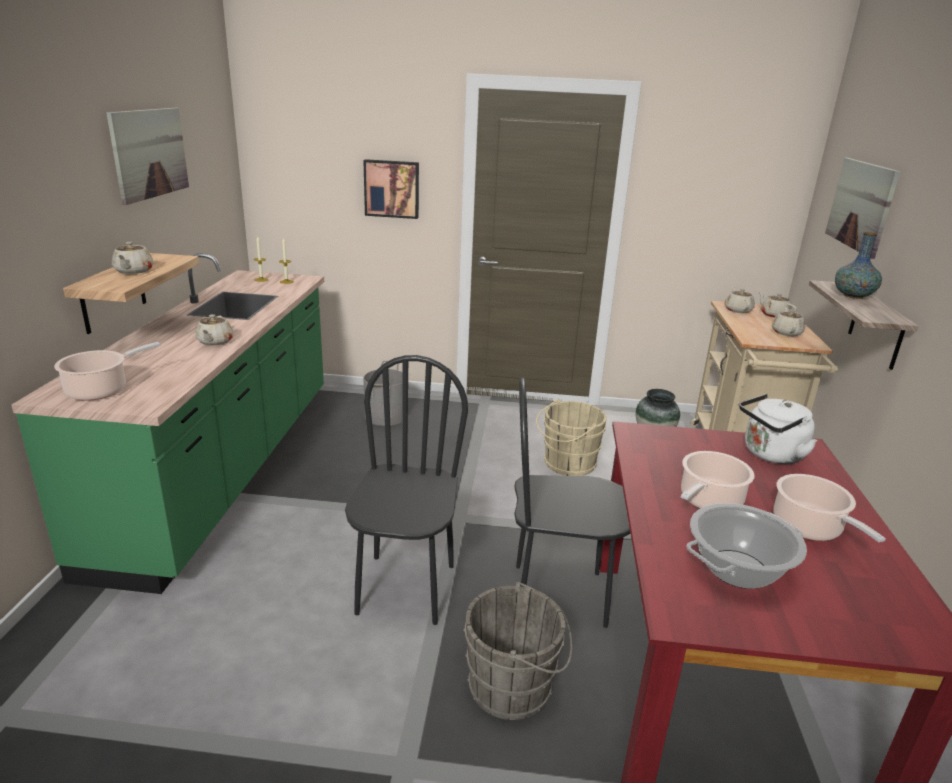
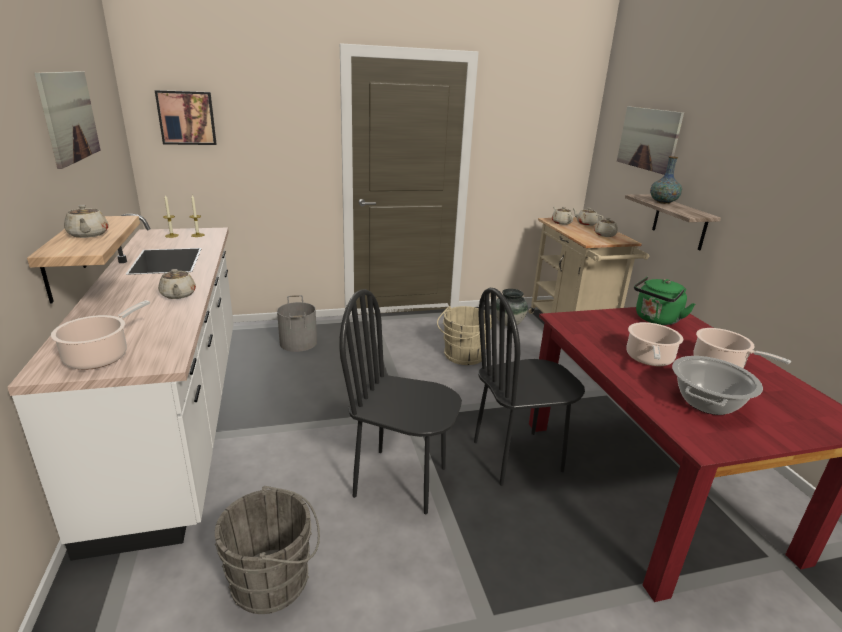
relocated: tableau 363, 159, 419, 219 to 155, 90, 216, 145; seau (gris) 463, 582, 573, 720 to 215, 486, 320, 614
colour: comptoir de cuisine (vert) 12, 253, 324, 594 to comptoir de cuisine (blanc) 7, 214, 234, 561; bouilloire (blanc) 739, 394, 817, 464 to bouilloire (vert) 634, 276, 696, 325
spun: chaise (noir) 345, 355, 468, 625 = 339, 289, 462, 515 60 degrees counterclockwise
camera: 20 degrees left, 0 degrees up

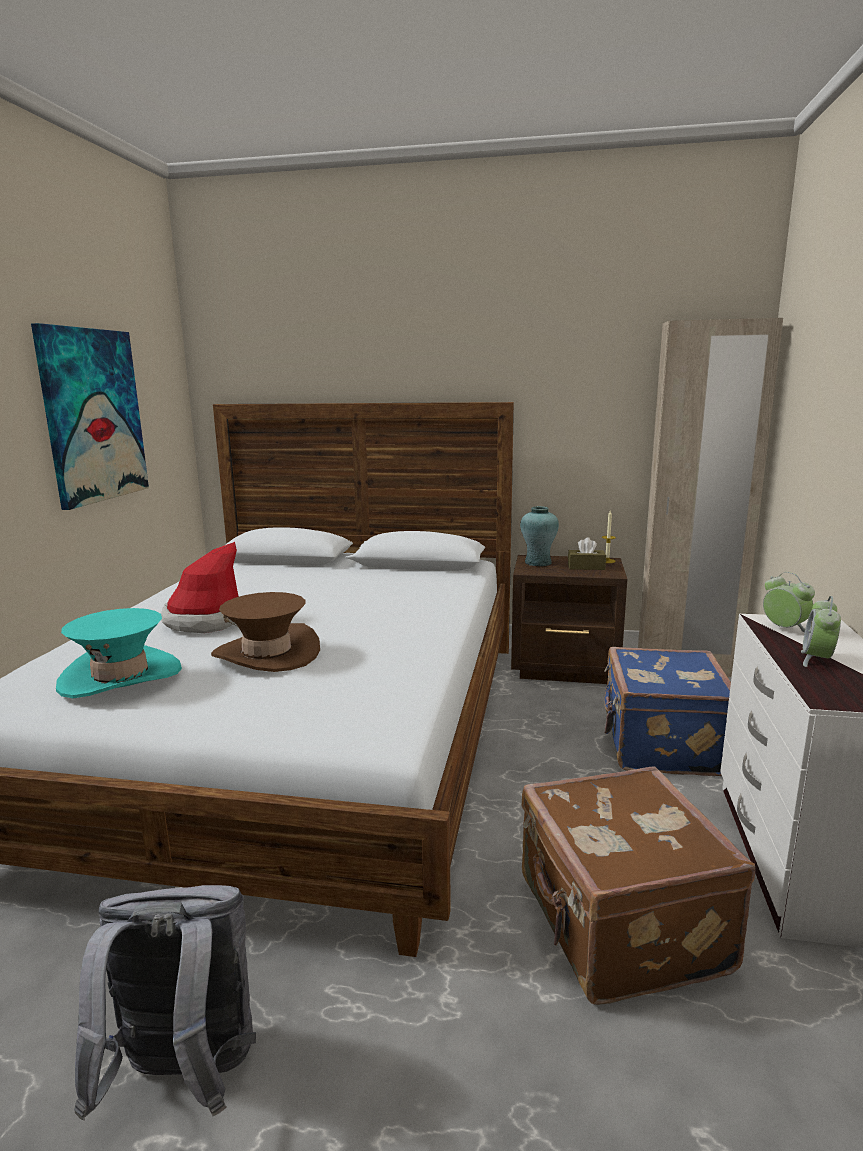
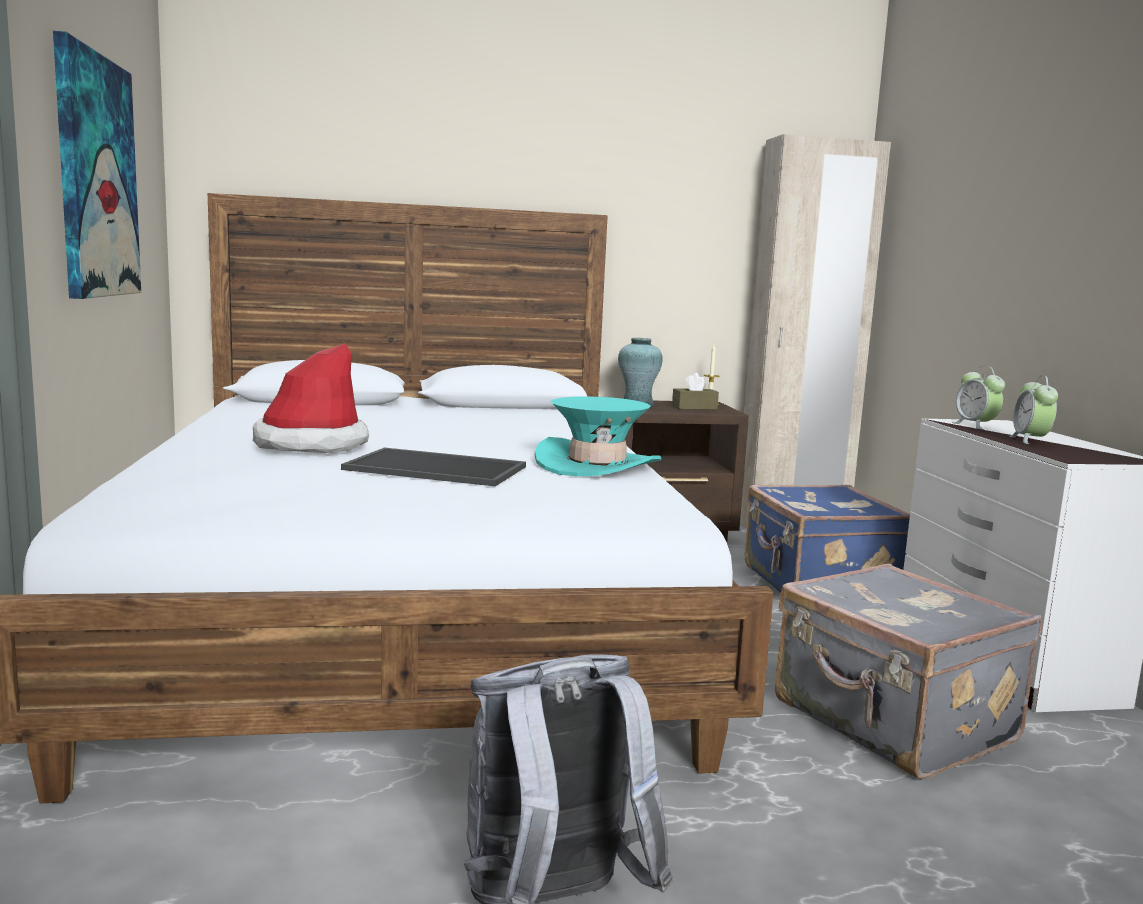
relocated: chapeau (turquoise) 56, 608, 182, 698 to 534, 396, 661, 476
exchanged: chapeau (marron) 211, 592, 320, 672 to plateau 341, 448, 526, 486
colour: valise (marron) 522, 766, 755, 1005 to valise (gris) 775, 564, 1042, 779
spun: réveil 763, 572, 815, 632 = 952, 366, 1005, 430 150 degrees counterclockwise
camera: 20 degrees left, 5 degrees down

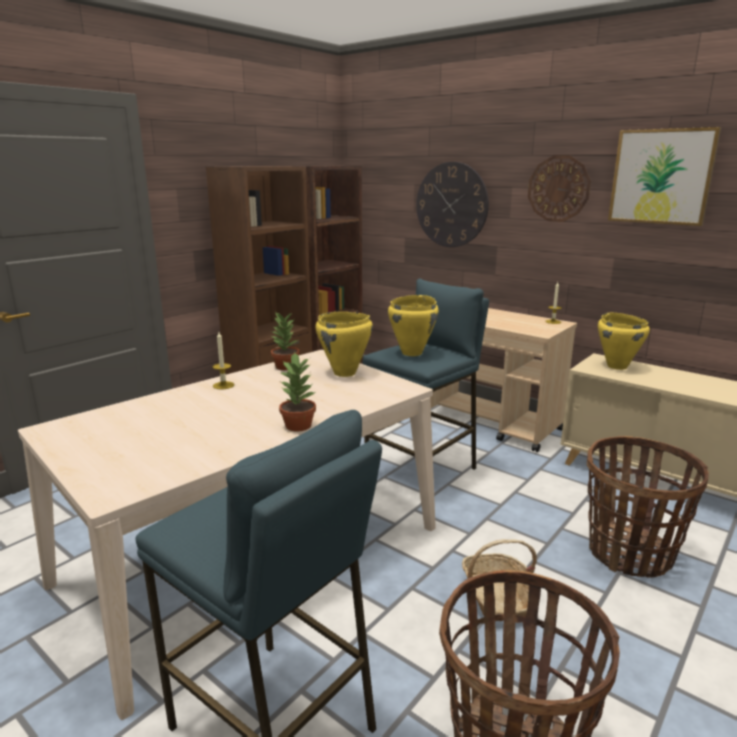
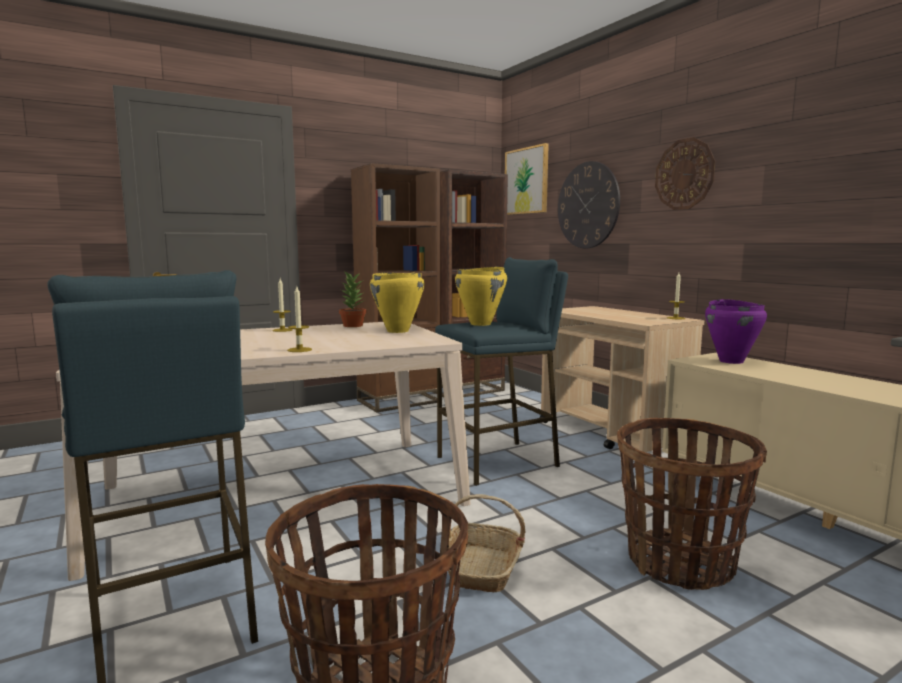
relocated: tableau 608, 127, 721, 226 to 505, 143, 549, 215
exchanged: plante en pot 279, 352, 316, 431 to bougie 287, 287, 312, 352
colour: marmite (jaune) 598, 313, 650, 370 to marmite (violet) 705, 299, 767, 364
camera: 20 degrees right, 10 degrees down

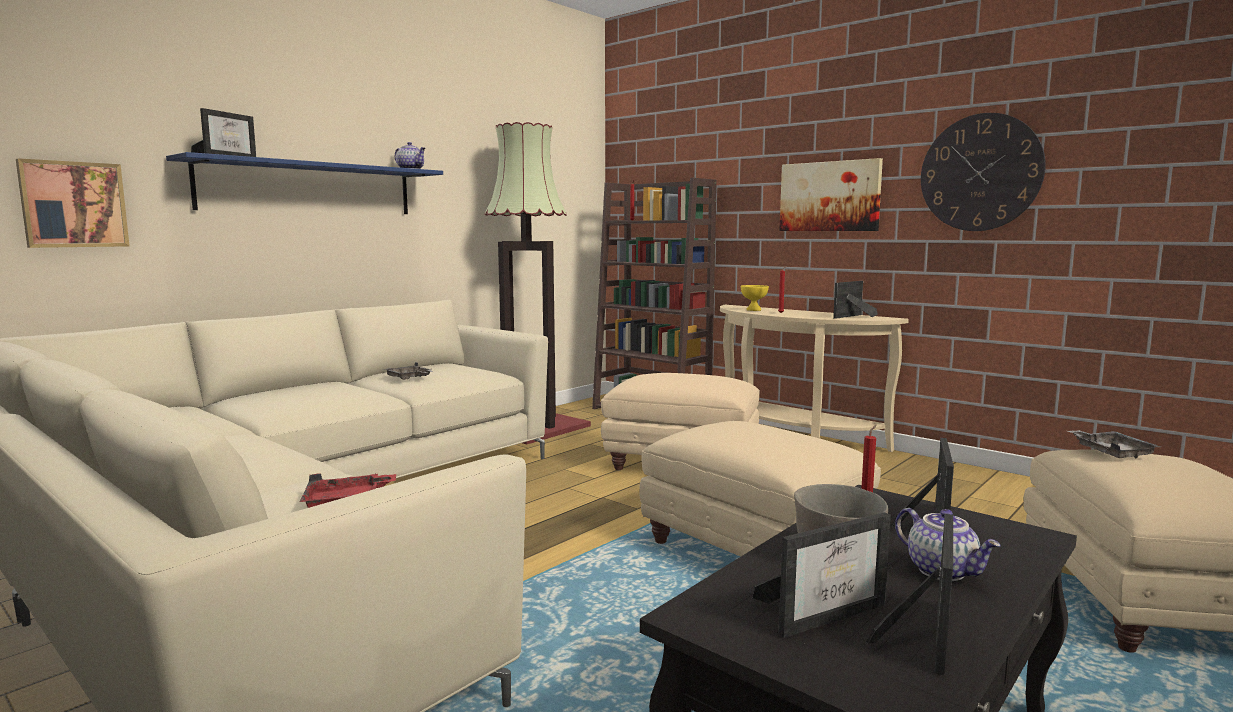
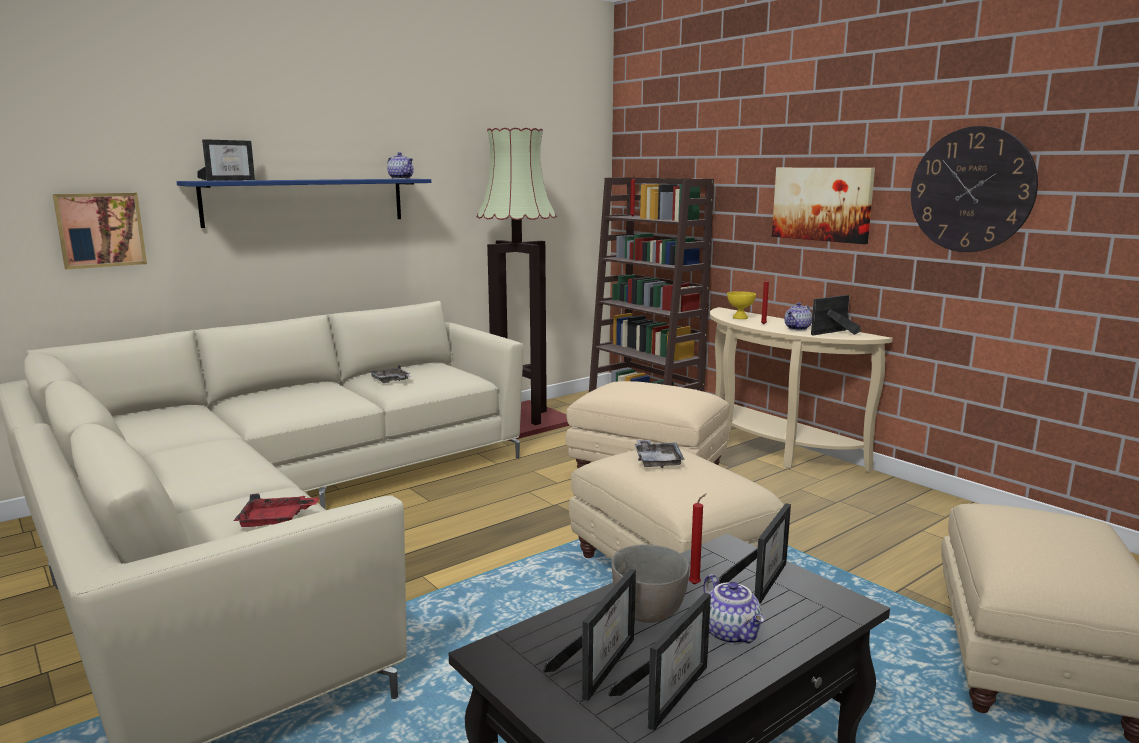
appeared: théière 784, 303, 812, 330
relocated: plateau (gris) 1067, 430, 1160, 459 to 635, 440, 685, 468
spun: cadre photo 752, 512, 891, 638 = 543, 569, 636, 701 45 degrees counterclockwise
camera: 10 degrees right, 5 degrees up

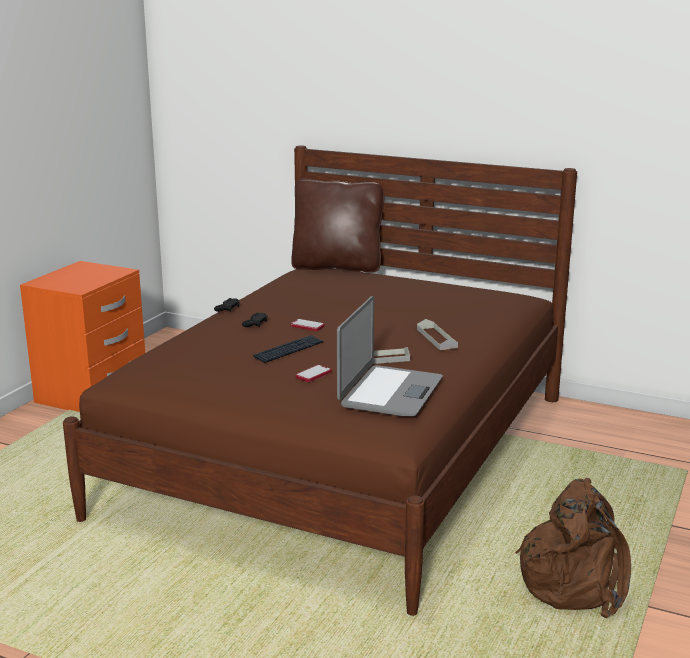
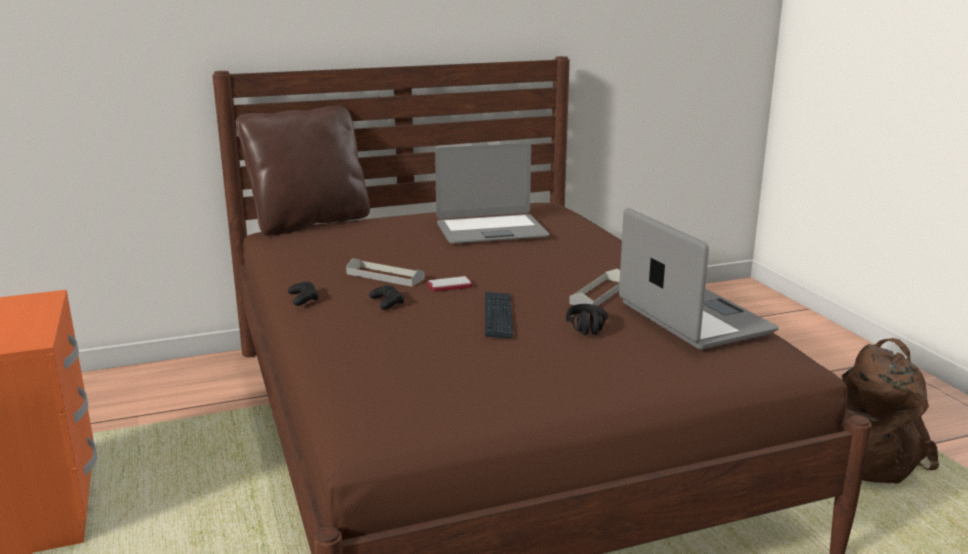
appeared: ordinateur portable 435, 143, 550, 244
relocated: plateau (gris) 417, 319, 458, 350 to 346, 258, 425, 287
exchanged: téléphone 296, 365, 331, 382 to casque audio (noir) 566, 304, 607, 335
camera: 45 degrees left, 0 degrees up

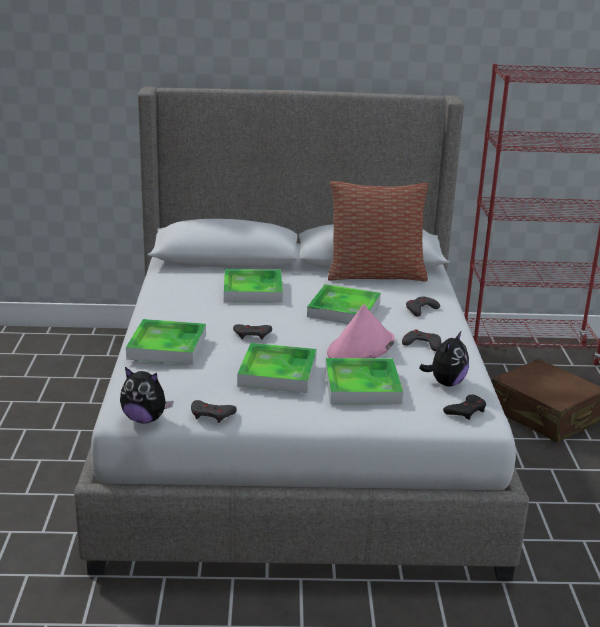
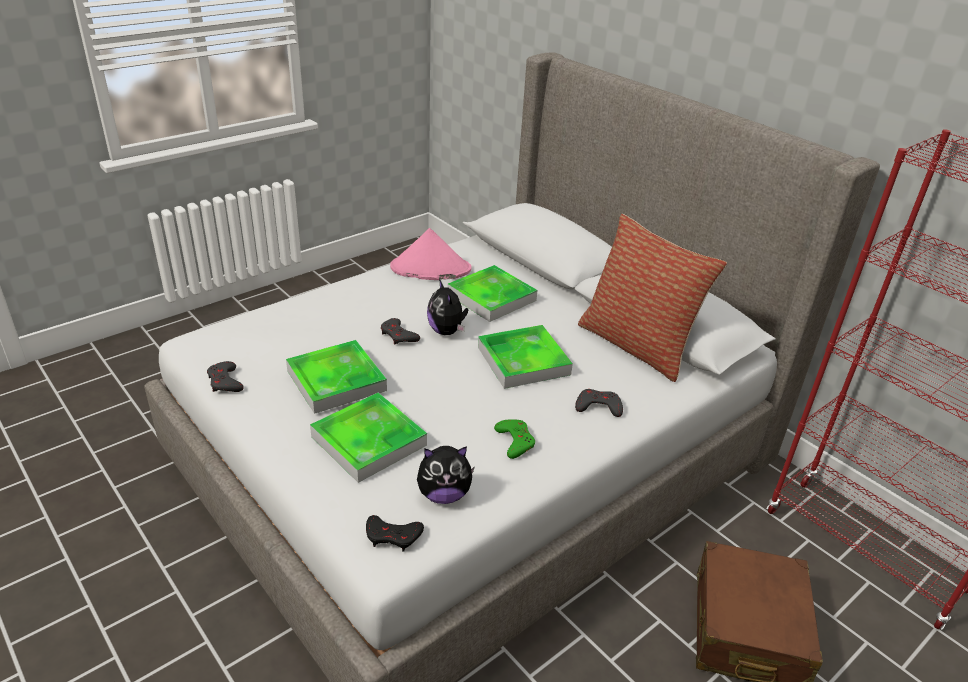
missing: plateau 126, 319, 206, 365
relocated: peluche 120, 367, 173, 424 to 427, 279, 468, 335; chapeau (rose) 327, 304, 395, 358 to 390, 228, 472, 280
colour: manette (gris) 402, 329, 441, 351 to manette (vert) 494, 419, 535, 459
camera: 50 degrees right, 10 degrees up

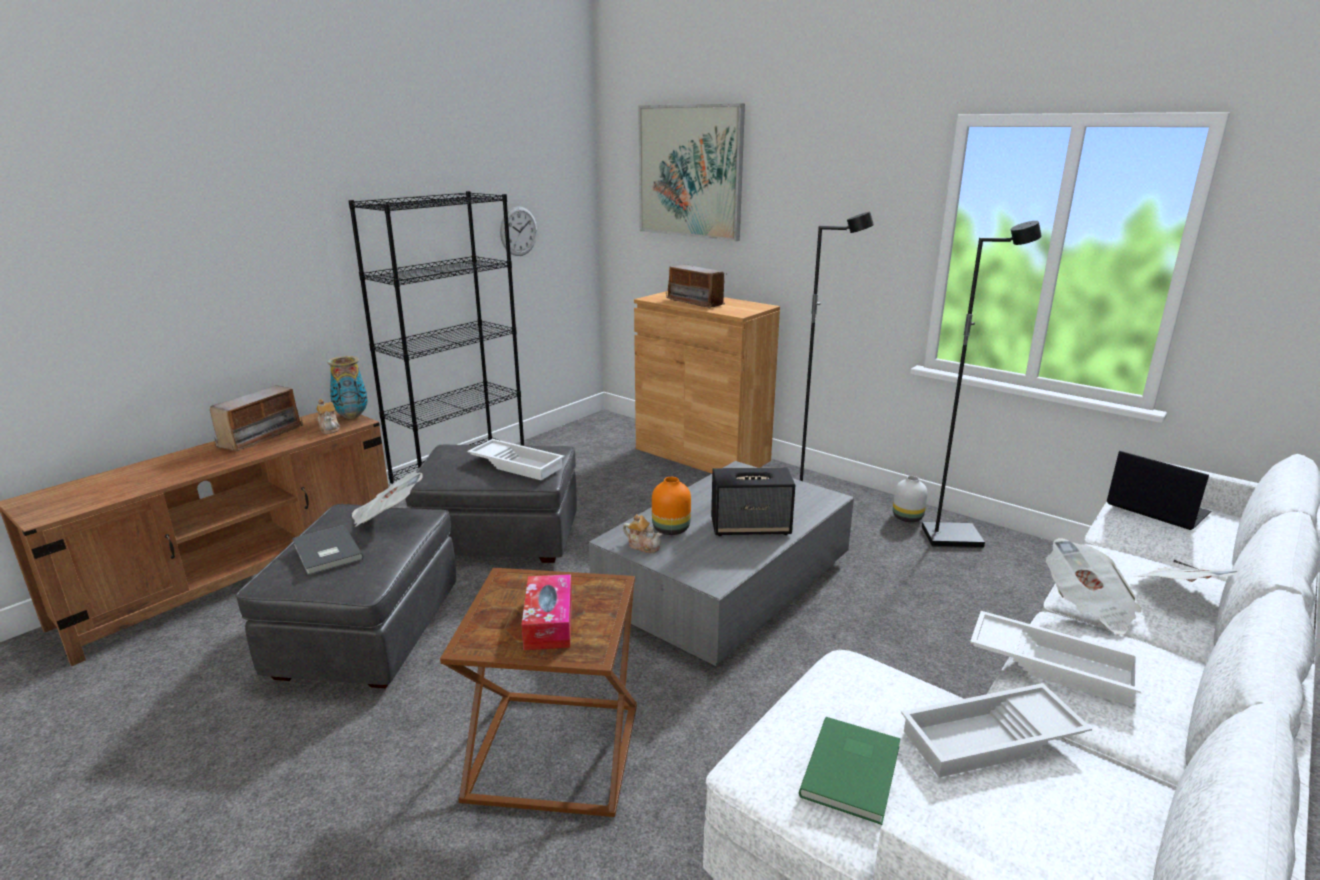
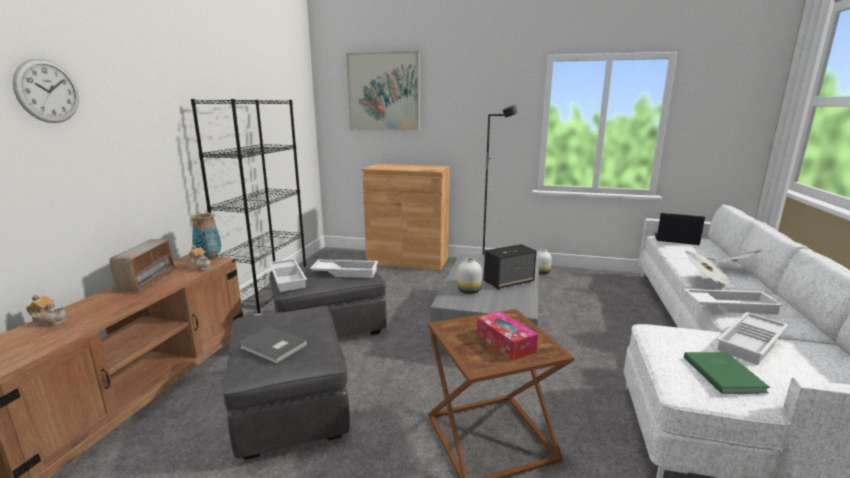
missing: journal 352, 471, 423, 527; radio 666, 264, 727, 308; lampadaire (noir) 922, 221, 1042, 548
appeared: plateau (blanc) 269, 259, 307, 292
relocated: horloge murale 500, 206, 537, 256 to 13, 59, 79, 123; théière 623, 514, 662, 553 to 26, 294, 67, 327
colour: vase (orange) 652, 477, 691, 535 to vase (blanc) 457, 258, 482, 294
camera: 25 degrees left, 5 degrees down

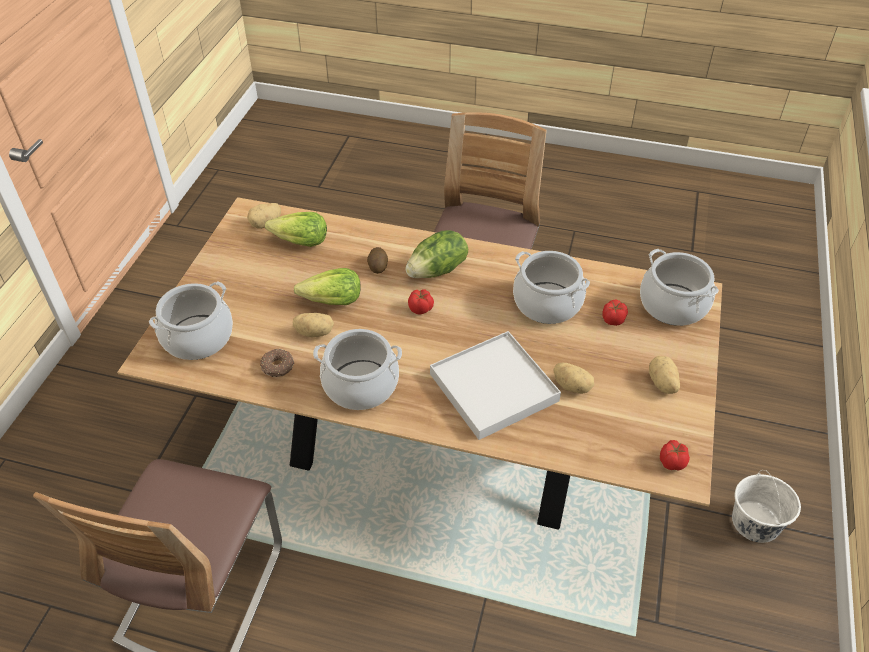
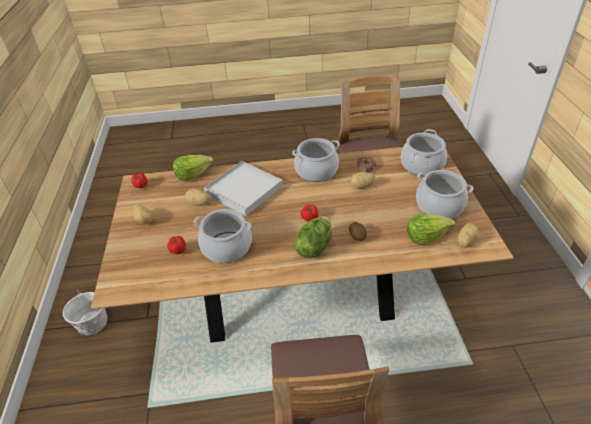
relocated: laitue 294, 268, 361, 305 to 173, 155, 213, 181; marmite 640, 249, 719, 326 to 416, 170, 473, 218
camera: 160 degrees right, 5 degrees down

